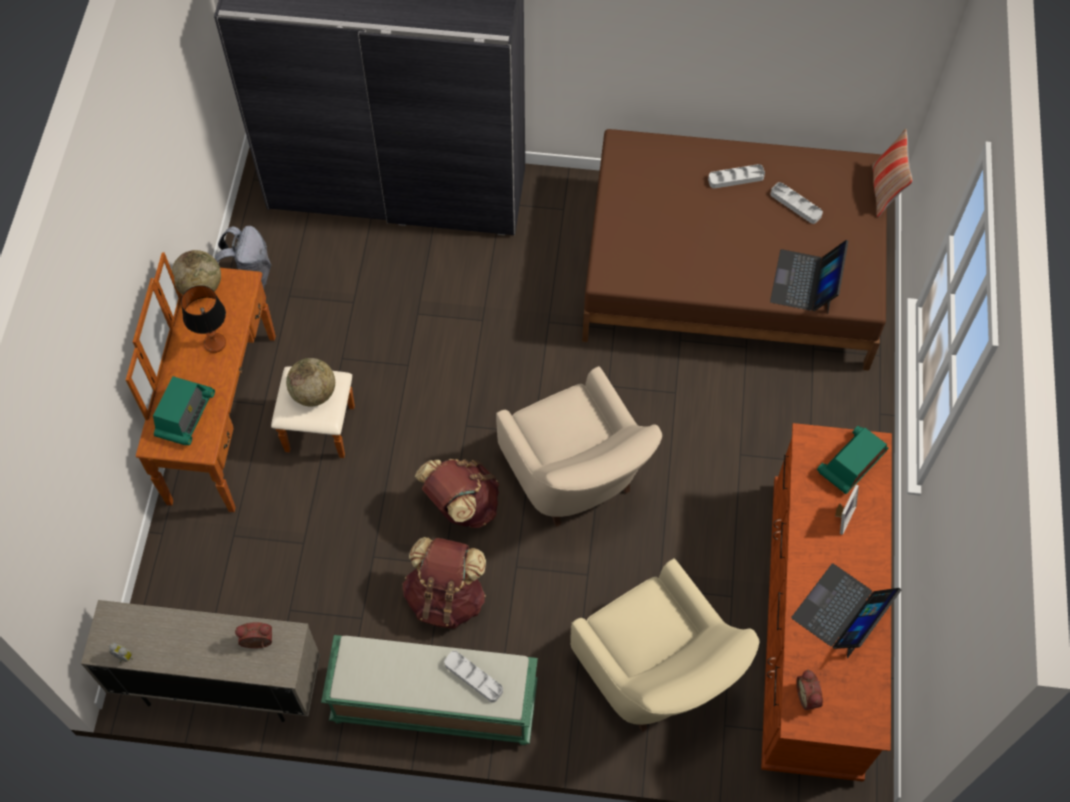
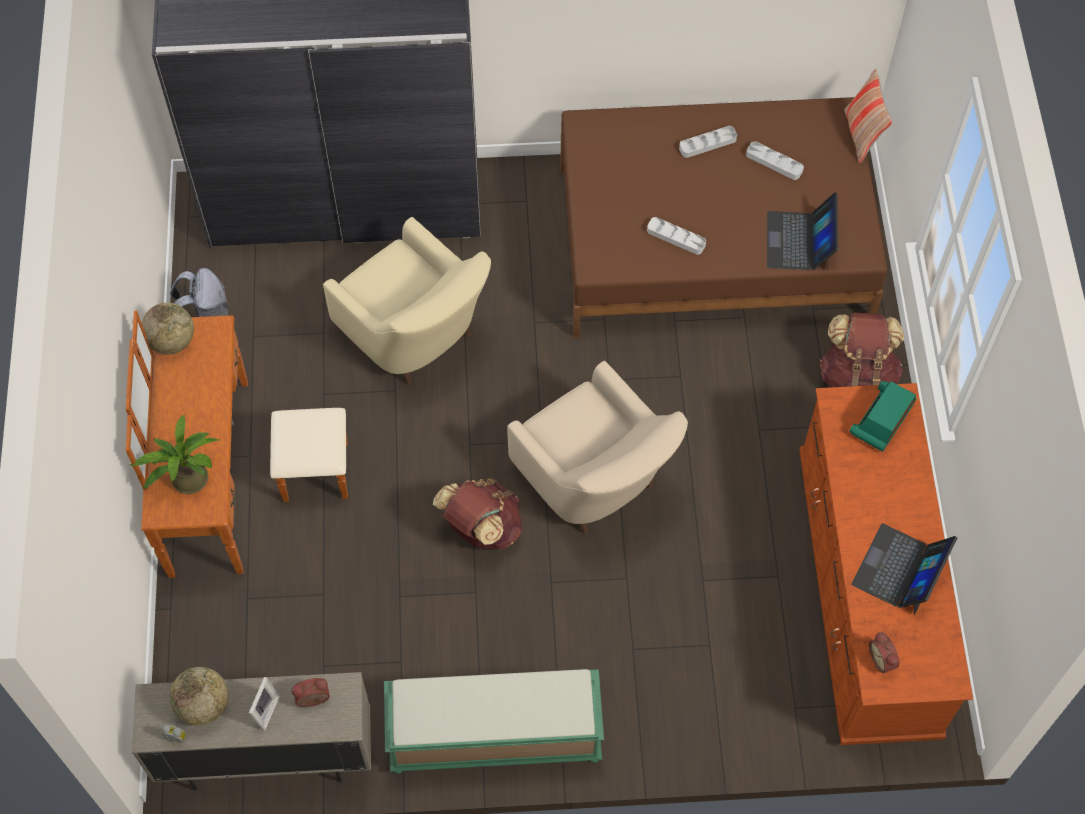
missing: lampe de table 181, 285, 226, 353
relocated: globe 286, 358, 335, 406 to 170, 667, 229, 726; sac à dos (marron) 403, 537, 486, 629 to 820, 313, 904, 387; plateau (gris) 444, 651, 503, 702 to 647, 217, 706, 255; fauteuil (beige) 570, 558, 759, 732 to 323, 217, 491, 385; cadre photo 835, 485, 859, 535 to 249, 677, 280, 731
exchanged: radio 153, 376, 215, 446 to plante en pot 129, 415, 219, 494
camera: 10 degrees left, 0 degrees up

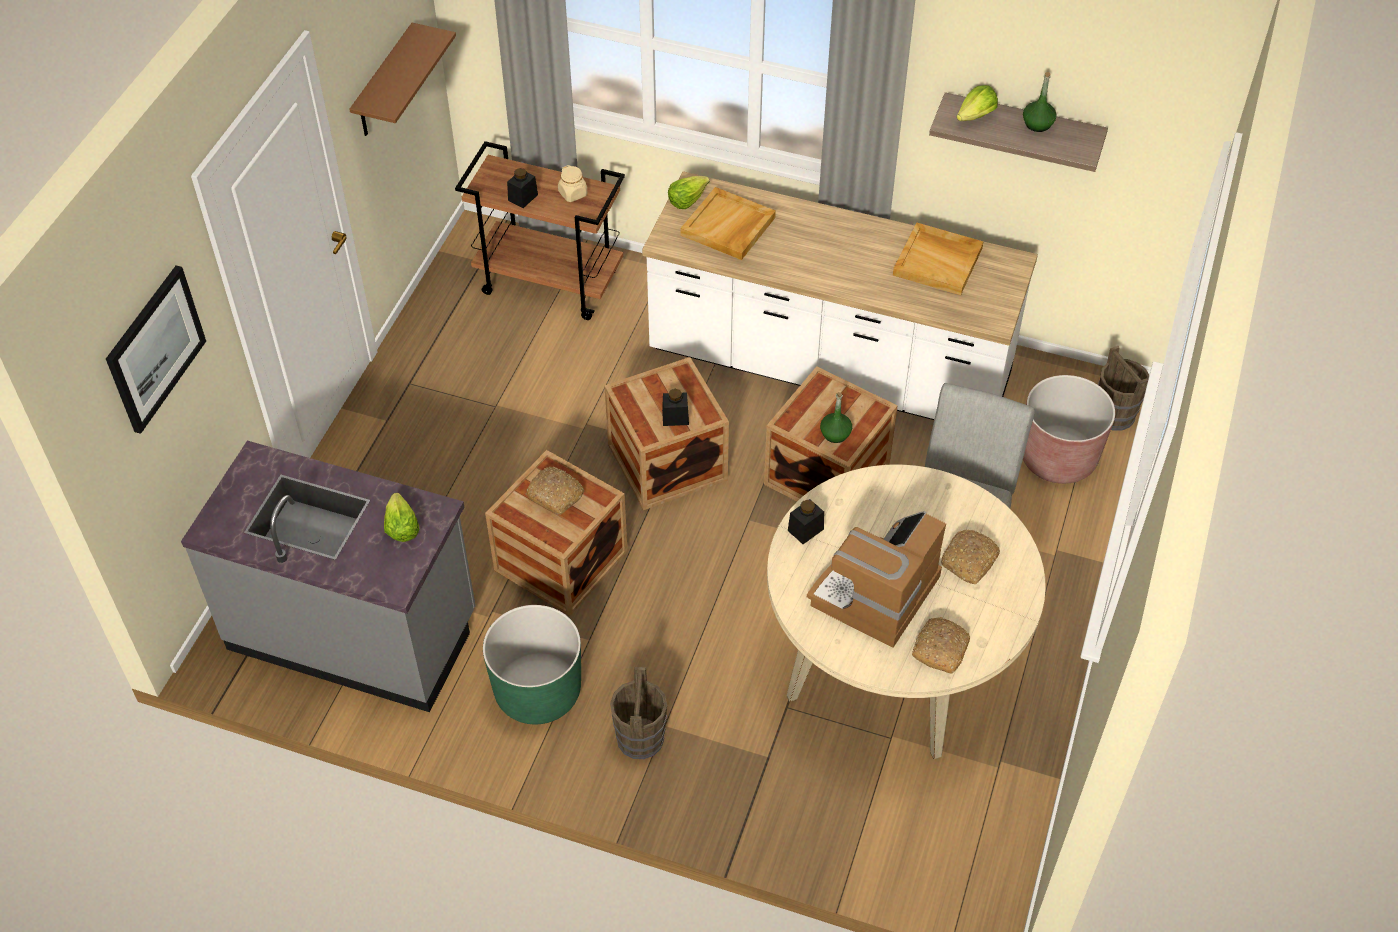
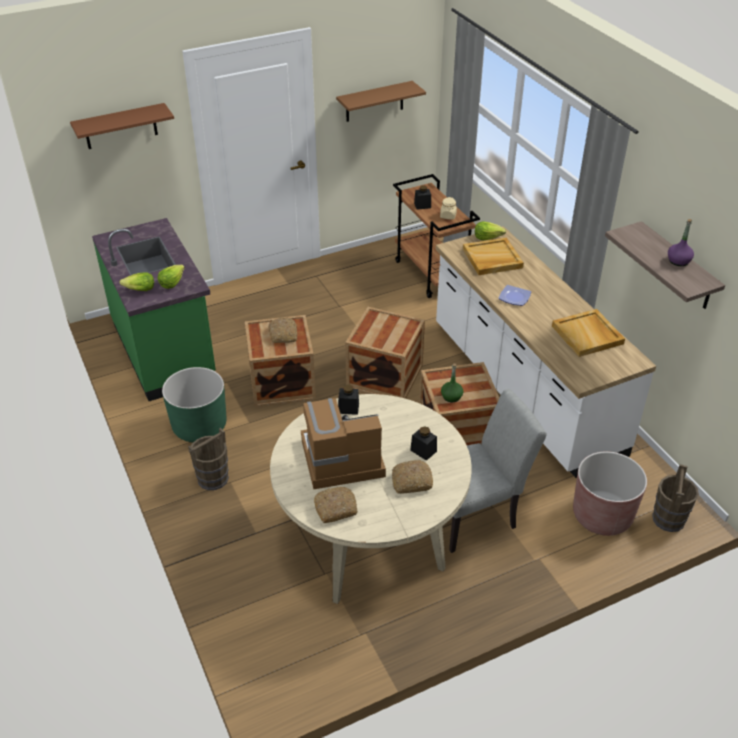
appeared: assiette 498, 285, 531, 306
relocated: bocal (noir) 662, 389, 689, 426 to 410, 426, 437, 461; laitue 957, 85, 998, 121 to 120, 272, 154, 291
exchanged: tableau 106, 265, 206, 434 to étagère (marron) 70, 103, 174, 149
colour: comptoir de cuisine (gris) 181, 441, 476, 712 to comptoir de cuisine (vert) 92, 218, 216, 401; bouteille (vert) 1023, 72, 1057, 132 to bouteille (violet) 668, 219, 694, 266
camera: 45 degrees right, 10 degrees down

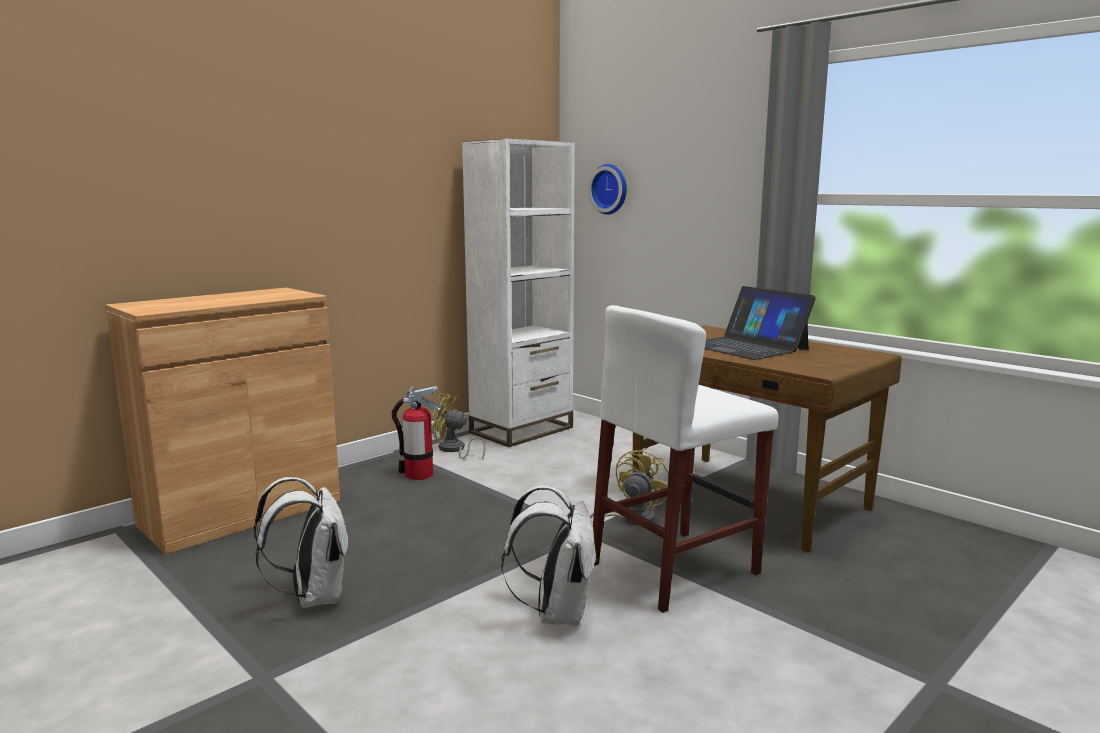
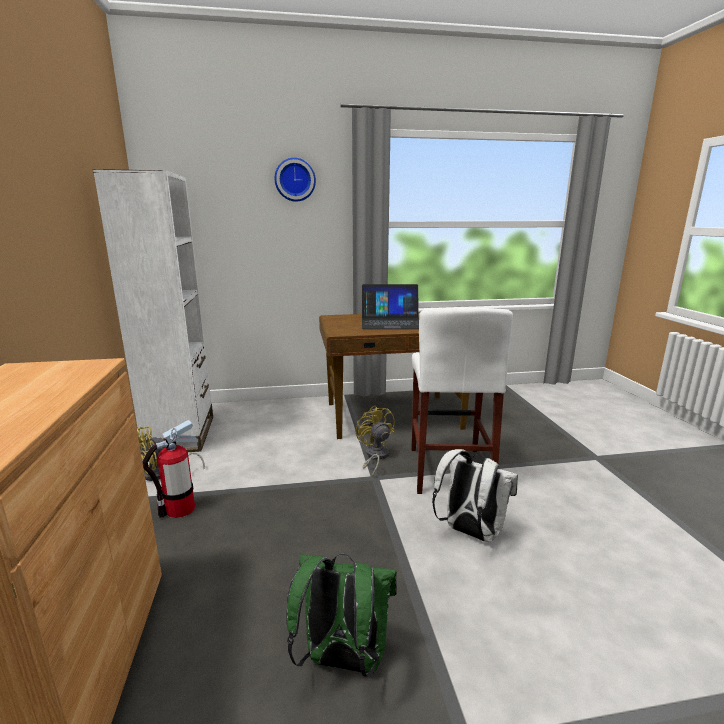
relocated: horloge murale 588, 164, 627, 215 to 275, 158, 316, 202
colour: sac à dos (blanc) 254, 477, 348, 608 to sac à dos (vert) 286, 554, 397, 677
camera: 55 degrees left, 5 degrees up

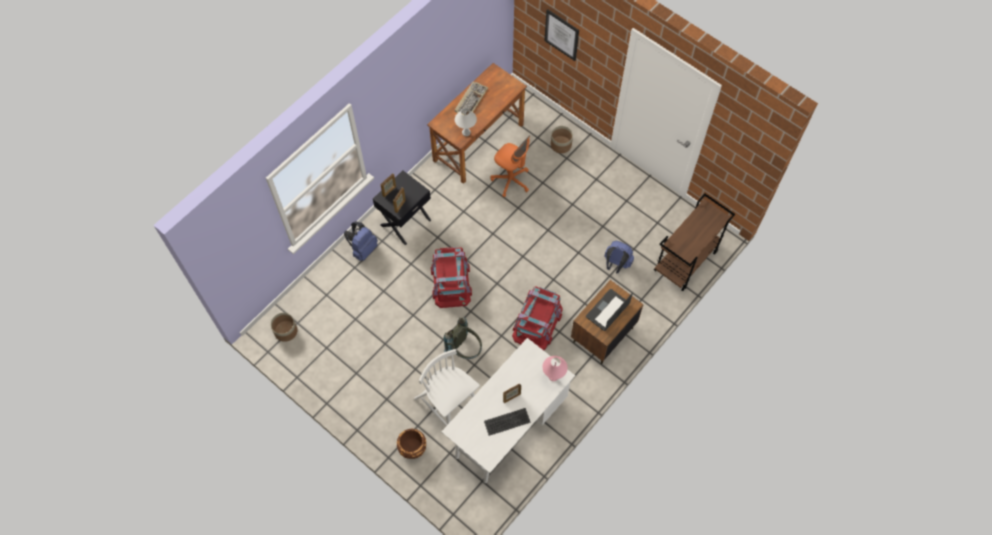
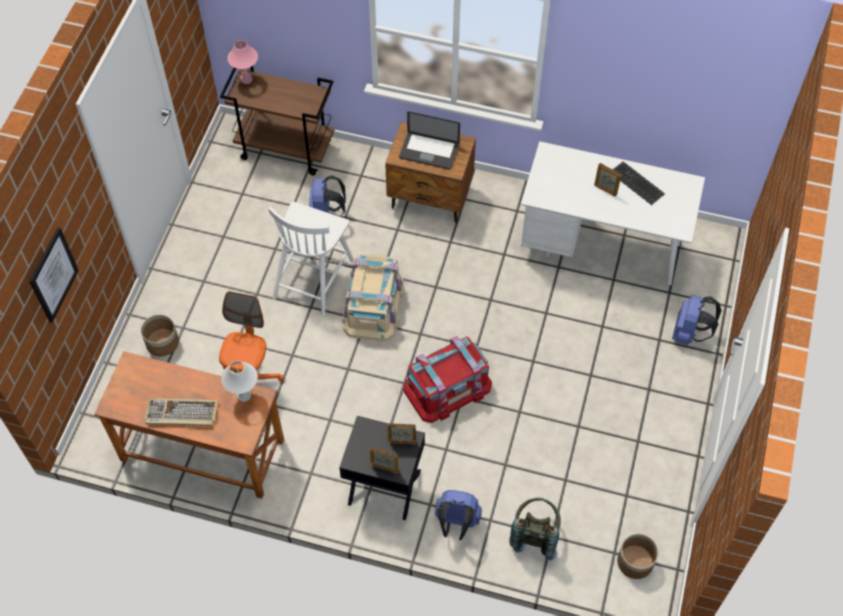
missing: boîte de rangement (rouge) 512, 286, 563, 350
appeared: boîte de rangement (beige) 342, 254, 404, 341
relocated: chaise (blanc) 414, 349, 480, 426 to 268, 202, 354, 317; sac à dos (gris) 443, 317, 482, 359 to 509, 498, 561, 560; lampe de table (rose) 543, 356, 568, 381 to 227, 40, 258, 84
exchanged: cache-pot (marron) 397, 429, 426, 459 to sac à dos (bleu) 672, 295, 722, 345
camera: 115 degrees left, 5 degrees down

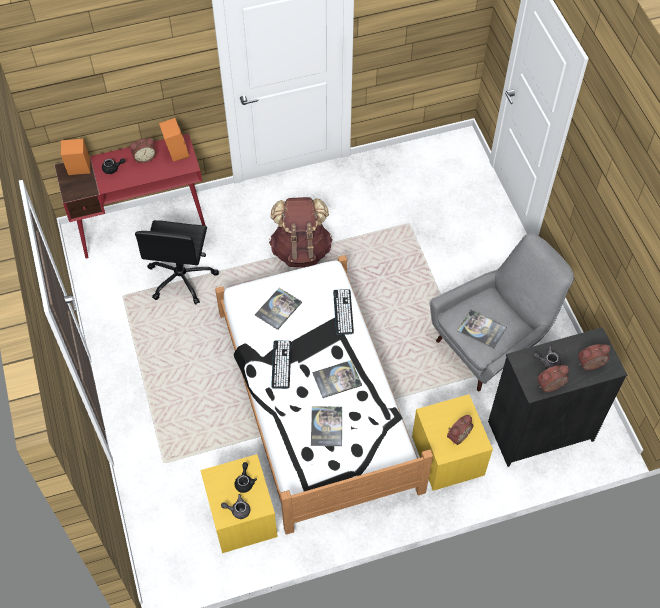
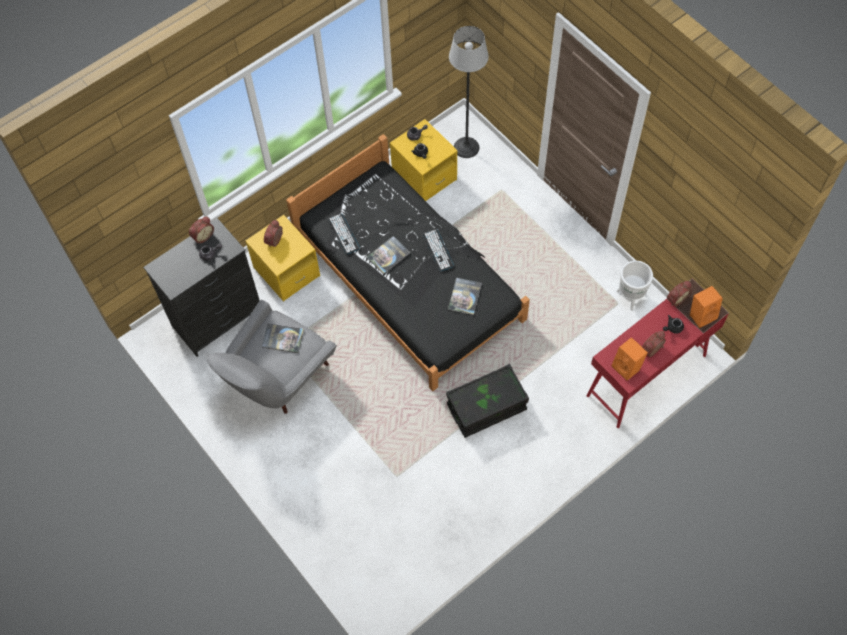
missing: chaise de bureau (noir) 135, 220, 219, 304; livre 311, 406, 342, 446
appeared: lampadaire 449, 26, 489, 158; cache-pot (blanc) 617, 261, 653, 311
relocated: clavier 333, 289, 354, 335 to 328, 213, 360, 254; réveil 578, 344, 610, 370 to 667, 281, 692, 306
exchanged: sac à dos (marron) 269, 197, 333, 267 to boîte de rangement (noir) 446, 364, 529, 438
colour: lit (blanc) 215, 255, 433, 535 to lit (noir) 286, 134, 530, 391
camera: 160 degrees right, 5 degrees up

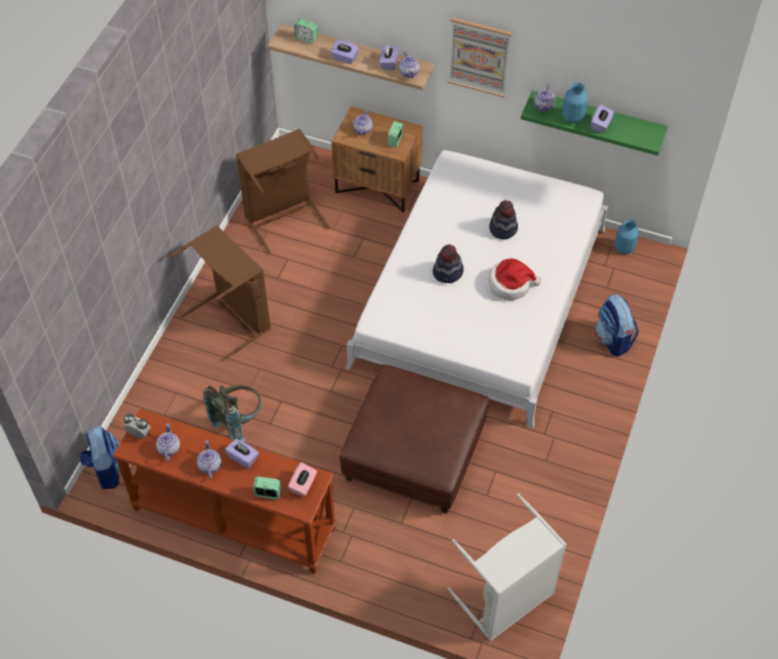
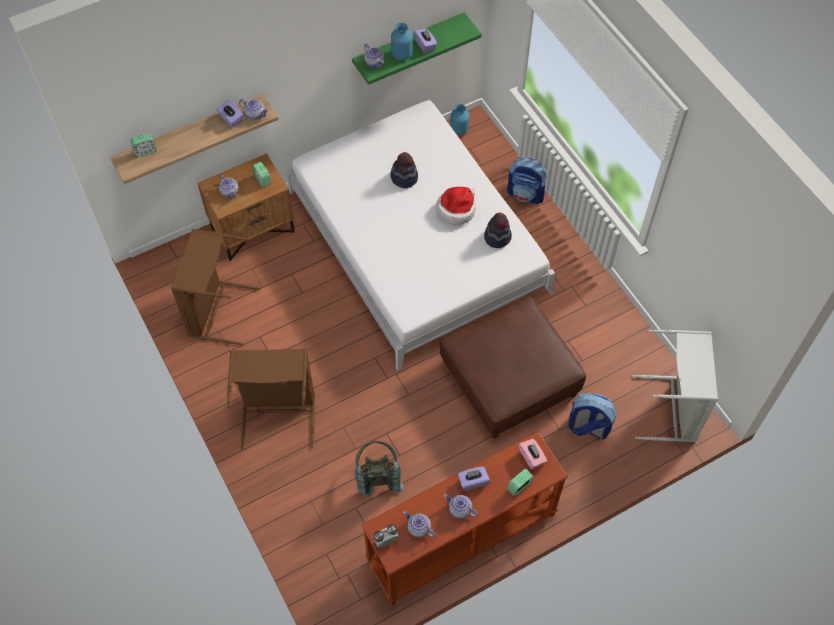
missing: boîte à mouchoirs (violet) 330, 40, 359, 64; tableau 447, 17, 512, 98
relocated: sac à dos 80, 426, 120, 489 to 569, 393, 616, 439; chapeau 433, 244, 464, 283 to 484, 212, 512, 248
camera: 50 degrees left, 5 degrees up

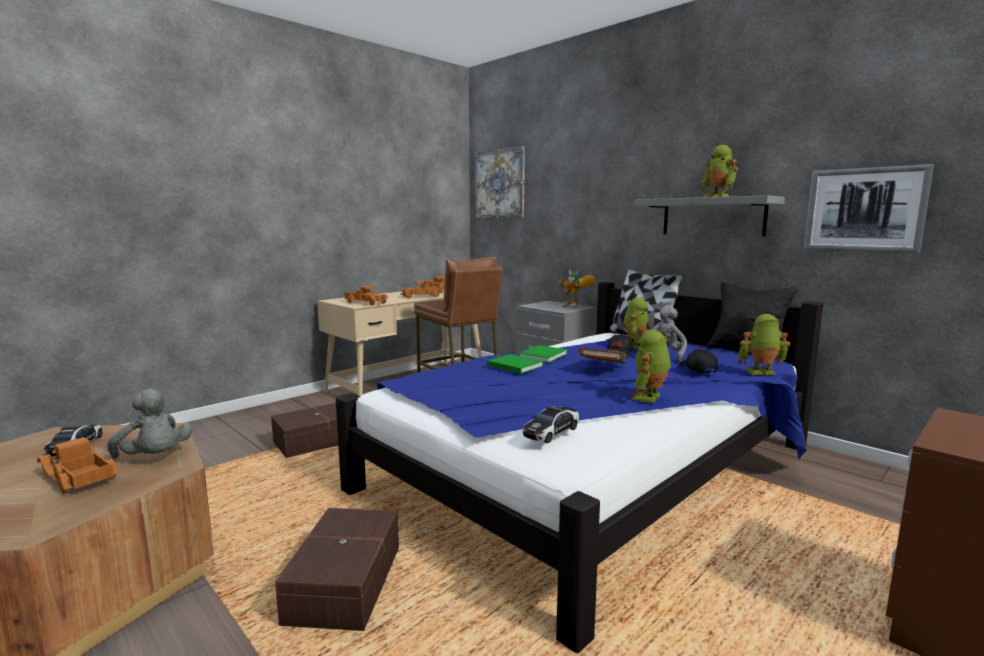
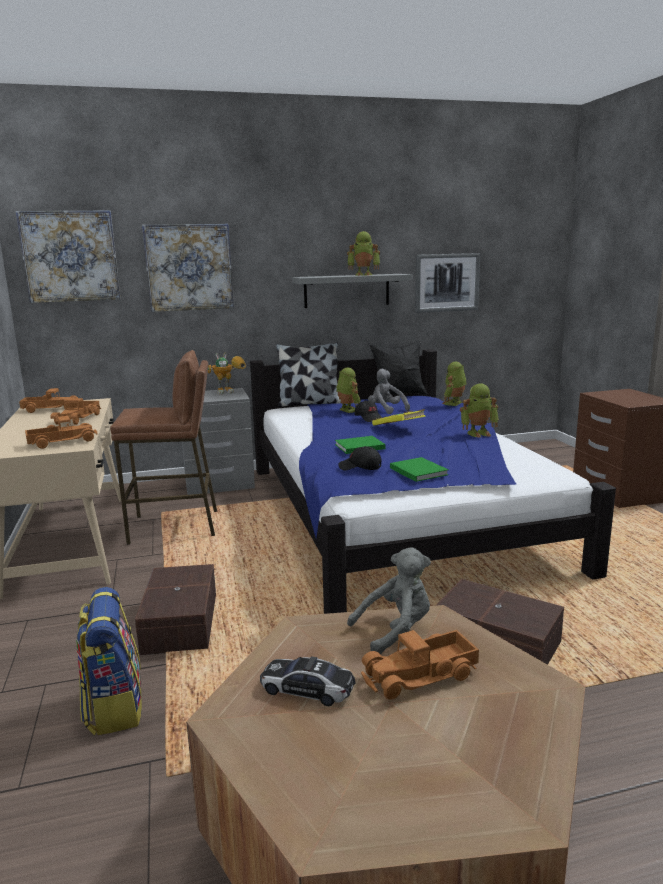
missing: petite voiture 523, 406, 579, 443
appeared: sac à dos 76, 587, 142, 736; tableau 142, 224, 234, 312
relocated: livre (vert) 519, 345, 568, 363 to 390, 457, 449, 482; casquette (noir) 679, 349, 718, 373 to 339, 446, 382, 471
colour: livre (marron) 578, 348, 627, 364 to livre (jaune) 372, 409, 426, 426
spun: robot jouet 629, 330, 671, 403 = 460, 384, 499, 438 75 degrees counterclockwise
camera: 60 degrees left, 5 degrees up

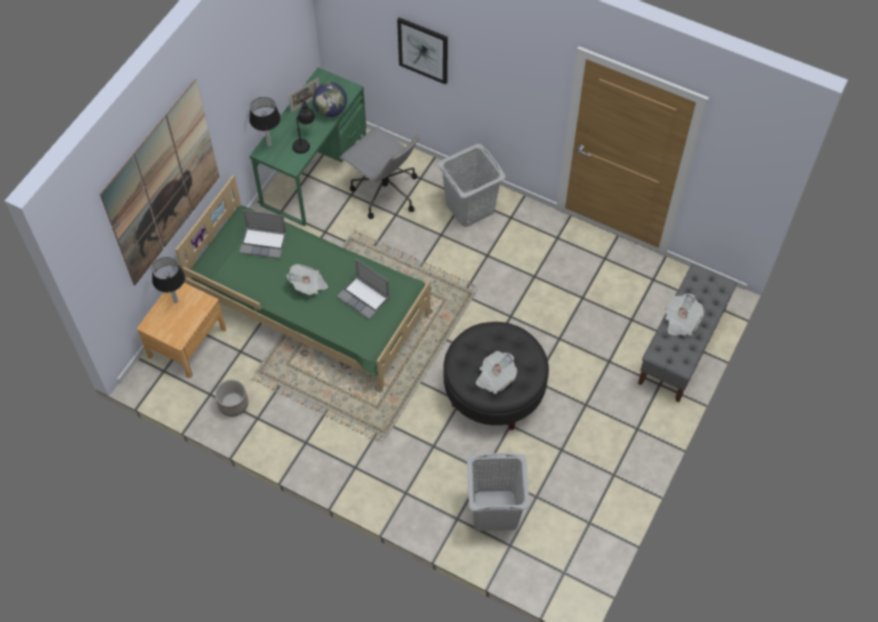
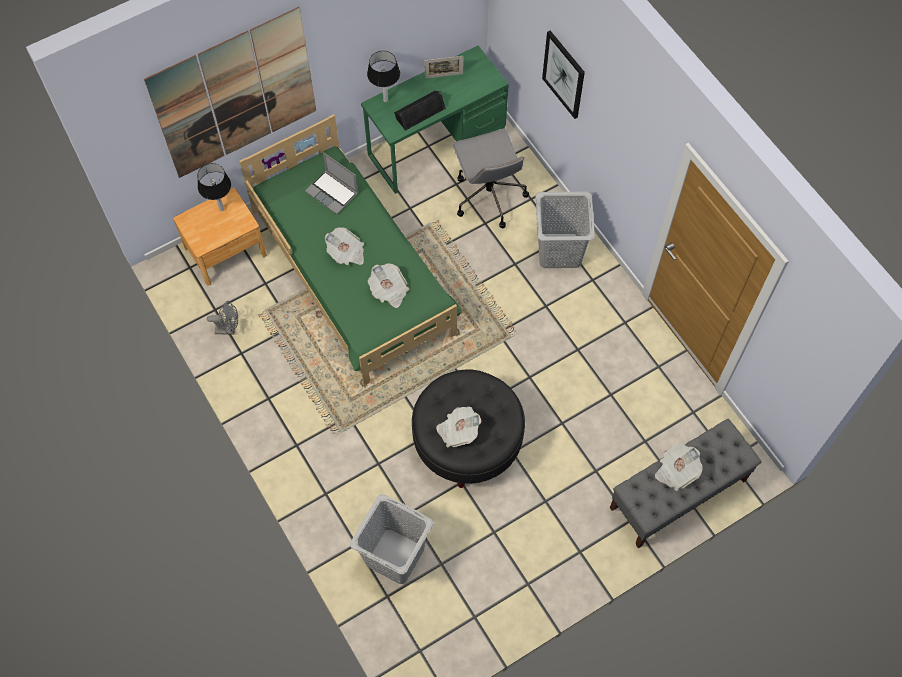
missing: globe 313, 82, 347, 117
exchanged: cache-pot 215, 380, 248, 417 to ventilateur (gris) 207, 301, 238, 335; lampe de table (noir) 292, 100, 315, 154 to enceinte (noir) 394, 90, 446, 131; ordinateur portable 337, 259, 389, 319 to journal 368, 263, 409, 308
camera: 30 degrees right, 5 degrees up

